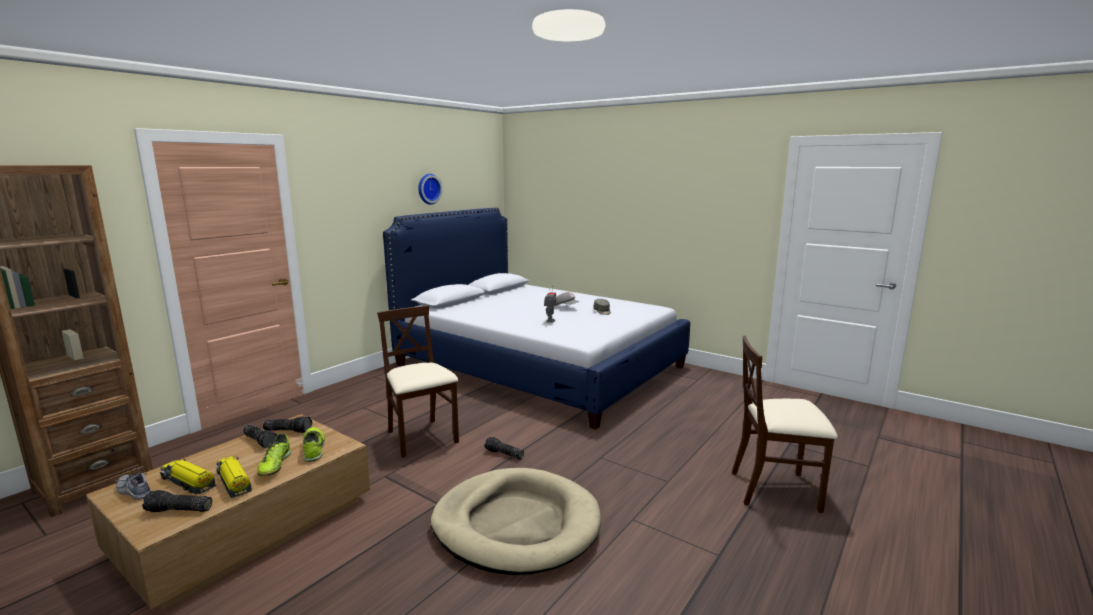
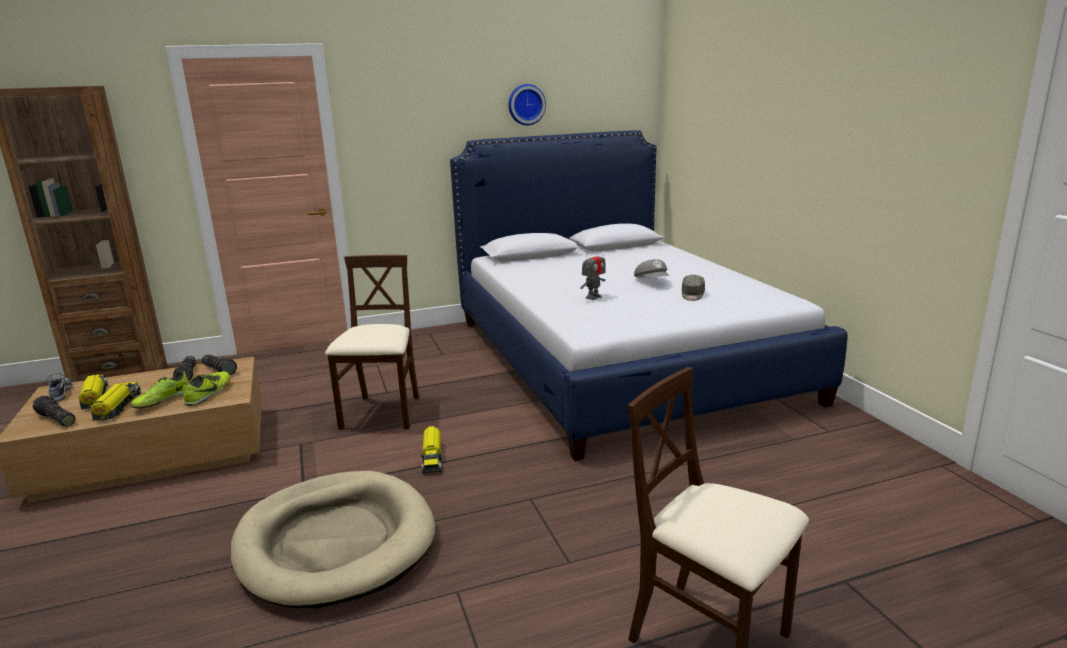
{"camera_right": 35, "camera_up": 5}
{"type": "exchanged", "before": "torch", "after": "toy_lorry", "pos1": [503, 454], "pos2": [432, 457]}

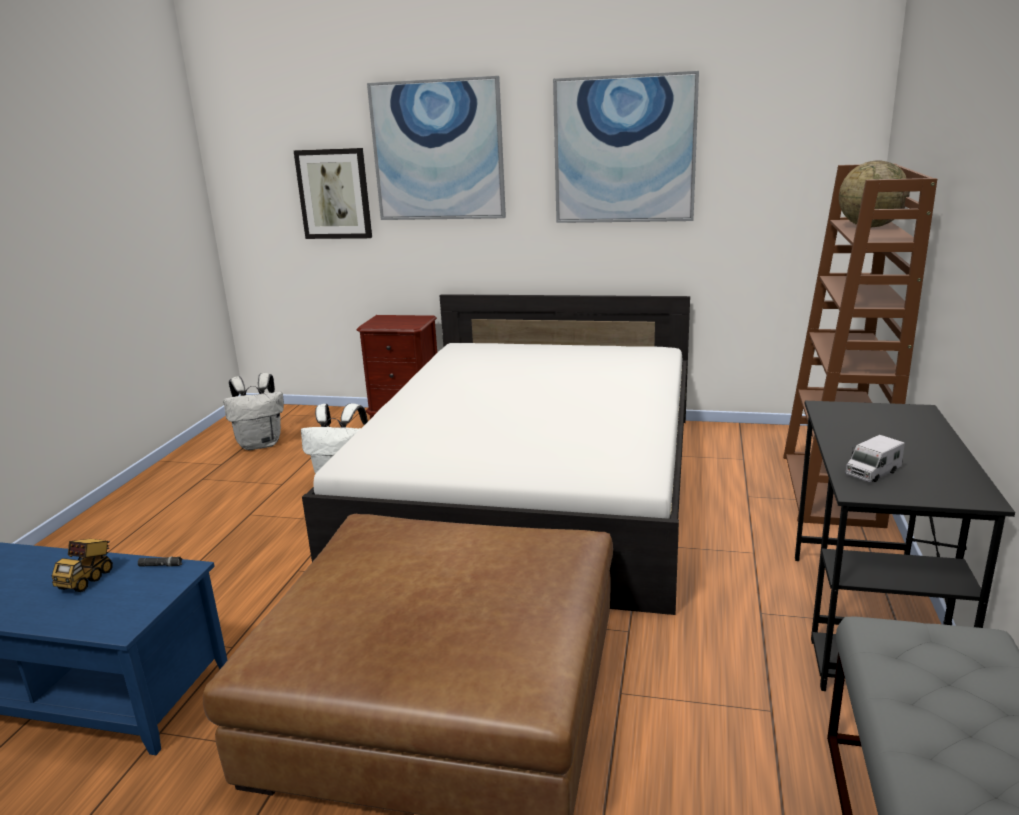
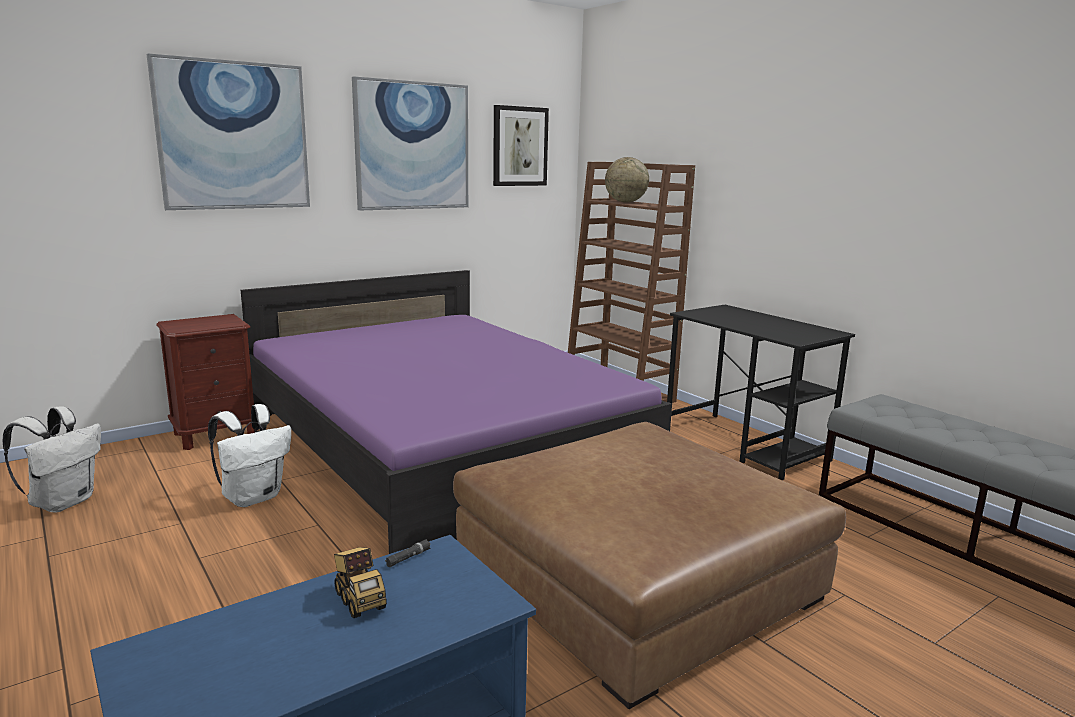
{"camera_right": -50, "camera_up": -5}
{"type": "relocated", "before": "wall_art", "pos1": [334, 194], "pos2": [519, 146]}
{"type": "colour", "before": "white_bed", "after": "purple-coloured_bed", "pos1": [532, 487], "pos2": [440, 445]}
{"type": "missing", "before": "toy_lorry", "pos1": [872, 472]}

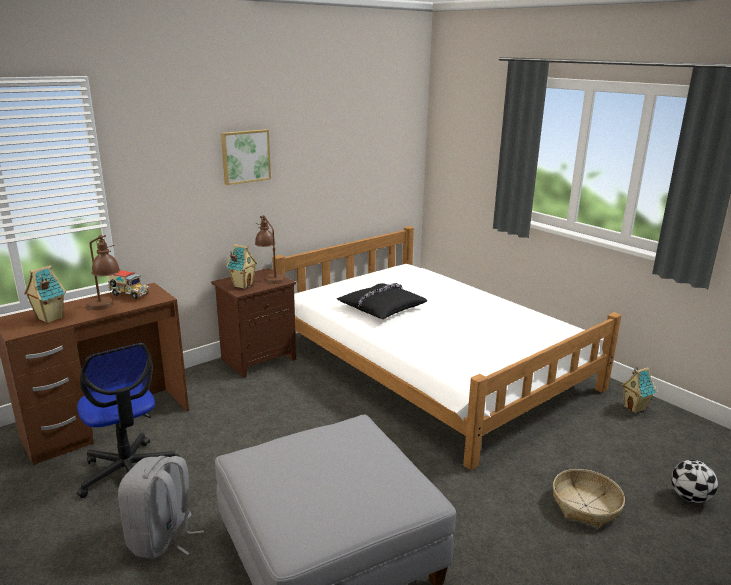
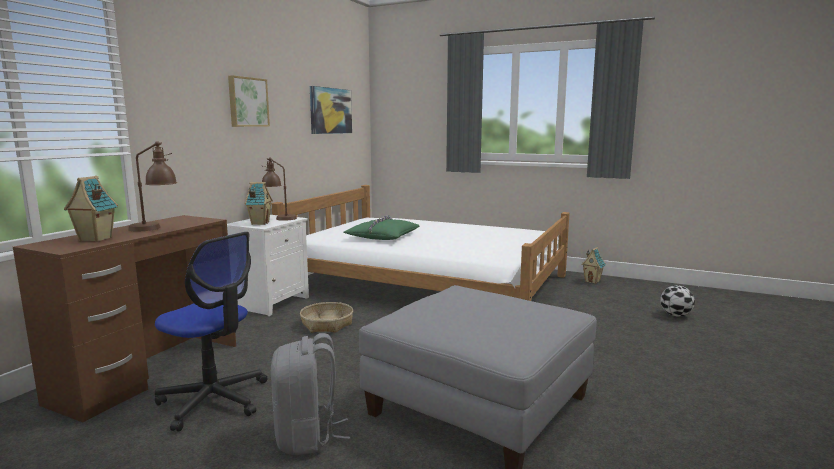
{"camera_right": -25, "camera_up": -10}
{"type": "colour", "before": "brown-coloured_nightstand", "after": "white_nightstand", "pos1": [258, 358], "pos2": [271, 302]}
{"type": "missing", "before": "toy_lorry", "pos1": [129, 295]}
{"type": "colour", "before": "black_cushion", "after": "green-coloured_cushion", "pos1": [381, 308], "pos2": [382, 236]}
{"type": "relocated", "before": "basket", "pos1": [585, 505], "pos2": [327, 324]}
{"type": "appeared", "after": "wall_art", "pos2": [330, 111]}

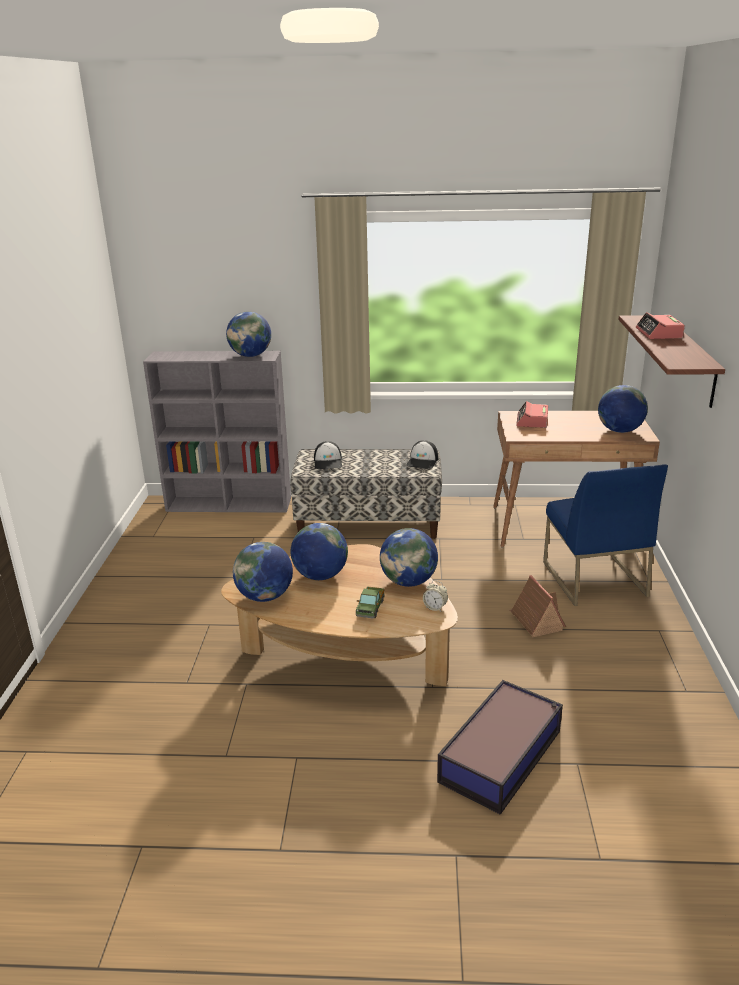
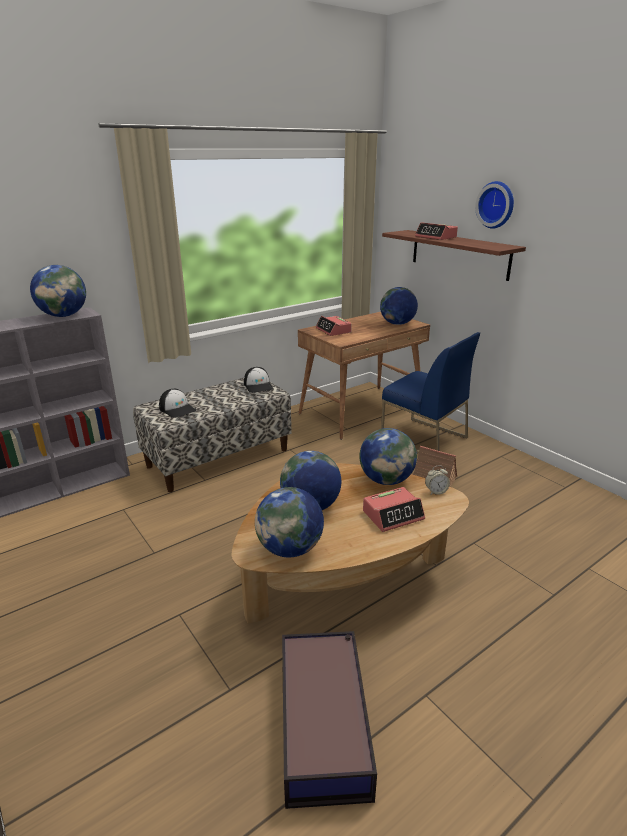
{"camera_right": -40, "camera_up": 0}
{"type": "exchanged", "before": "toy_lorry", "after": "bedside_clock", "pos1": [370, 608], "pos2": [393, 515]}
{"type": "relocated", "before": "storage_box", "pos1": [502, 755], "pos2": [324, 721]}
{"type": "appeared", "after": "hanging_clock", "pos2": [496, 205]}

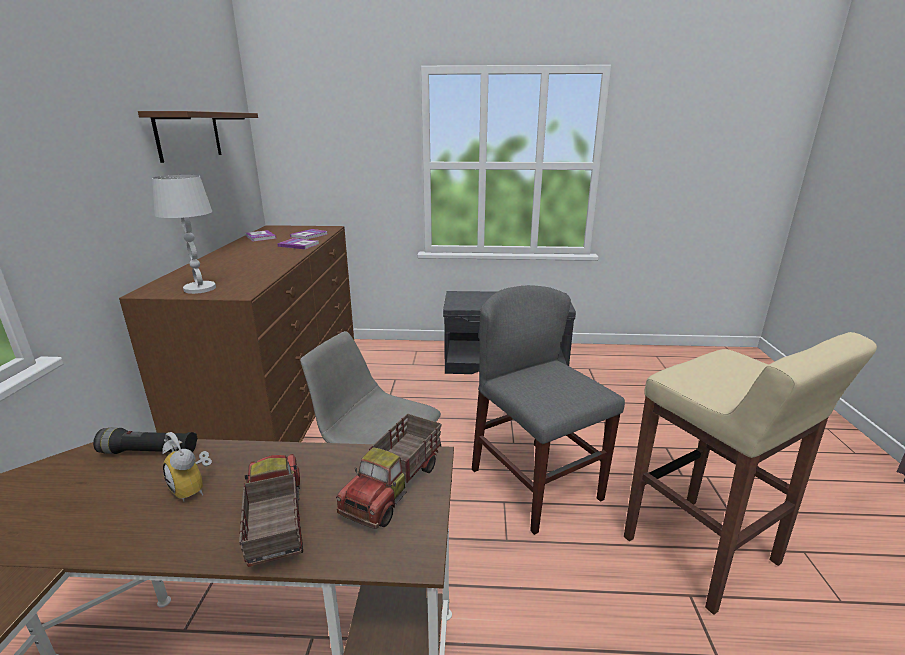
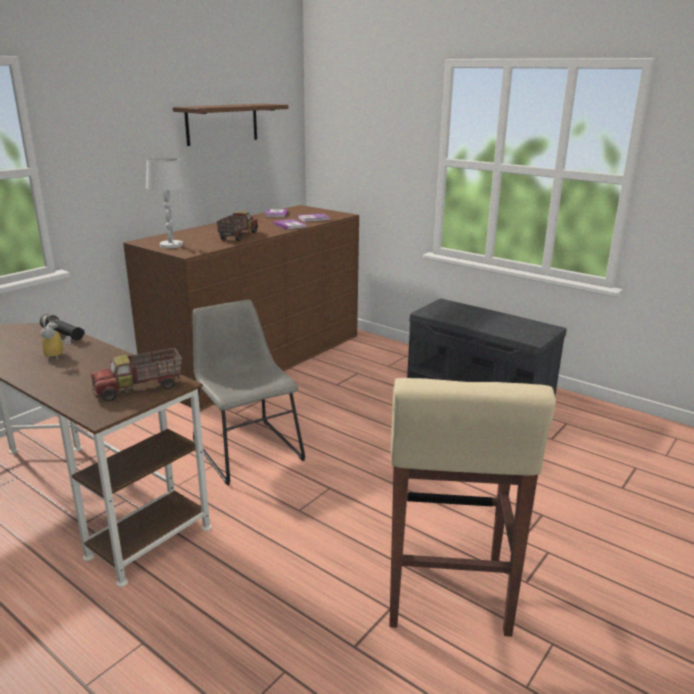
{"camera_right": 35, "camera_up": 0}
{"type": "missing", "before": "greyish_plain_chair", "pos1": [535, 484]}
{"type": "relocated", "before": "toy_lorry", "pos1": [275, 524], "pos2": [238, 236]}

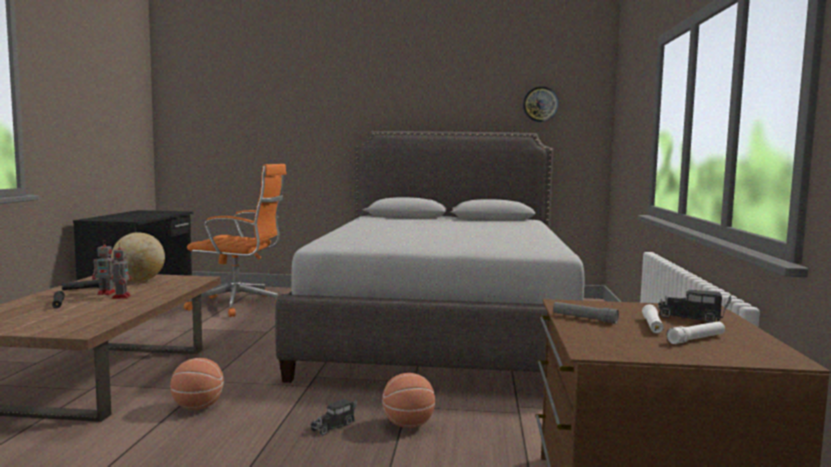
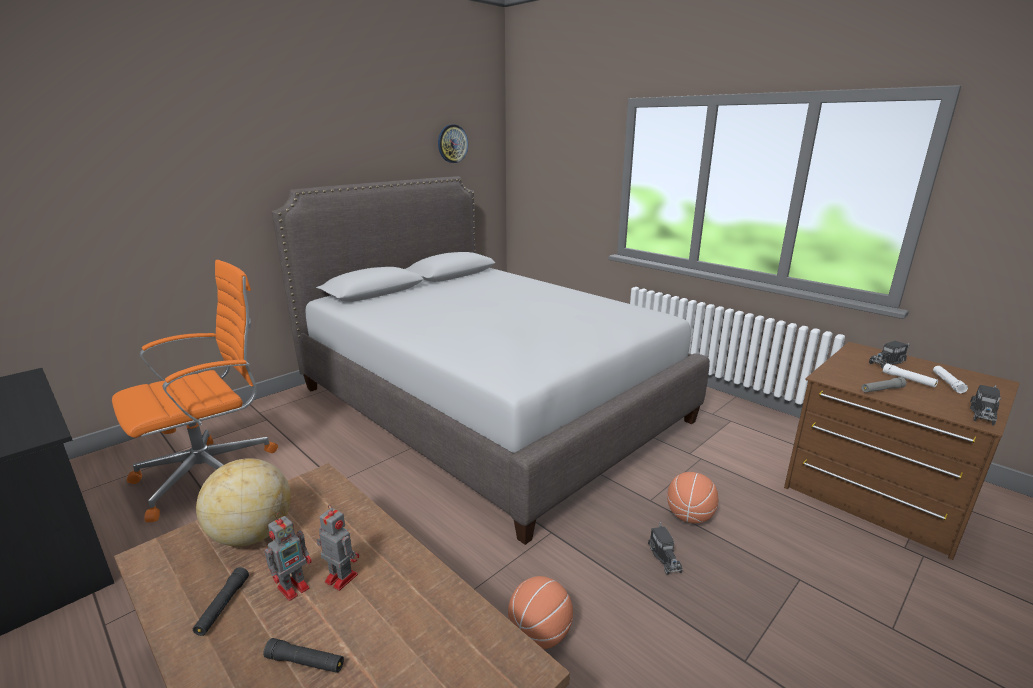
{"camera_right": -50, "camera_up": 15}
{"type": "appeared", "after": "toy_lorry", "pos2": [982, 413]}

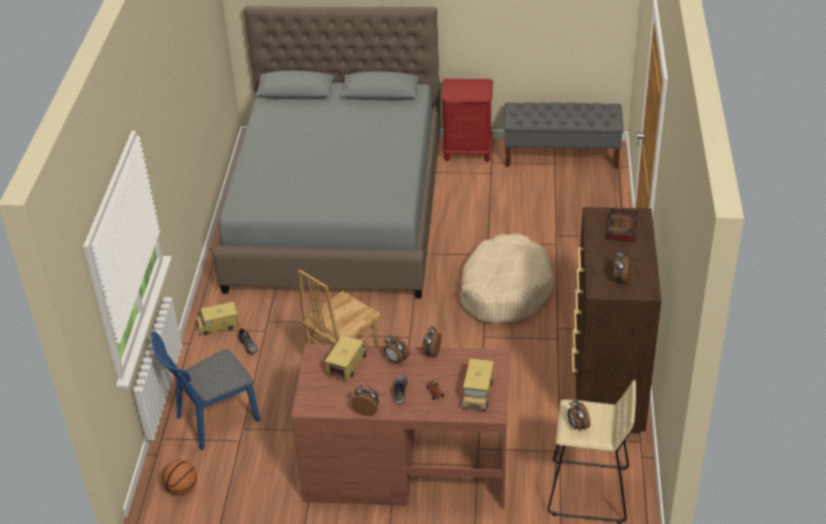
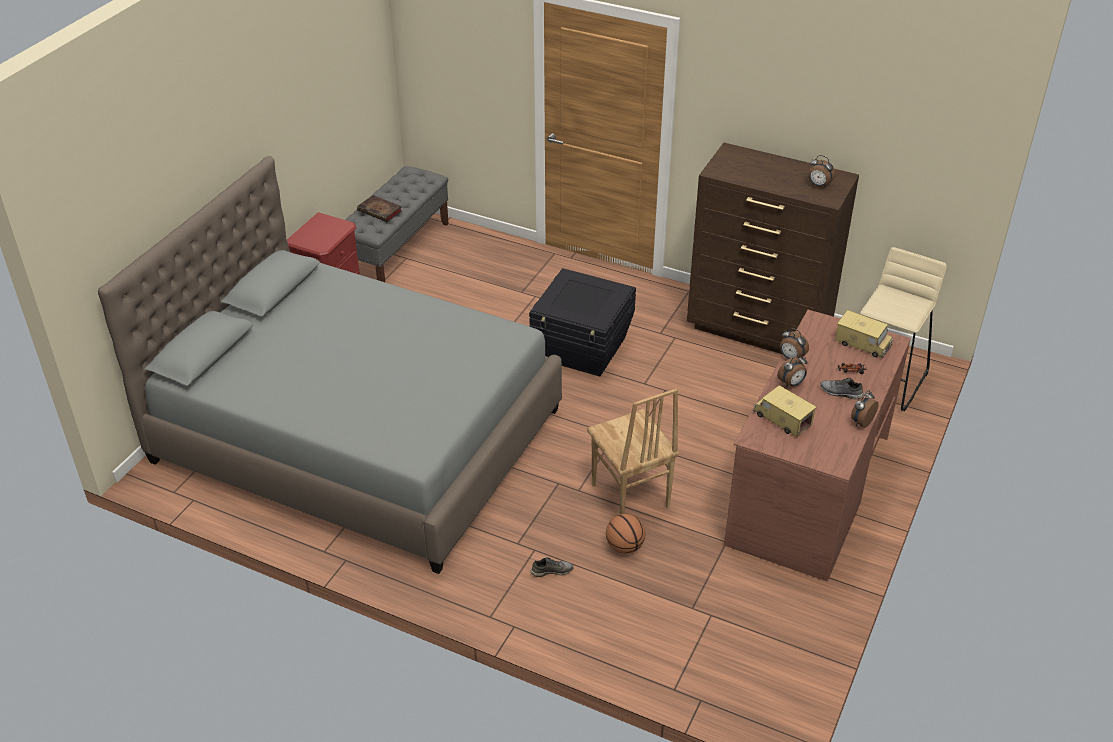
{"camera_right": -70, "camera_up": 0}
{"type": "relocated", "before": "book", "pos1": [622, 228], "pos2": [381, 211]}
{"type": "exchanged", "before": "beige_pet_bed", "after": "black_storage_box", "pos1": [505, 290], "pos2": [582, 349]}
{"type": "missing", "before": "toy_lorry", "pos1": [218, 325]}
{"type": "missing", "before": "blue-coloured_plain_chair", "pos1": [212, 421]}
{"type": "missing", "before": "bedside_clock", "pos1": [577, 426]}
{"type": "relocated", "before": "ball_for_basketball", "pos1": [182, 488], "pos2": [624, 547]}

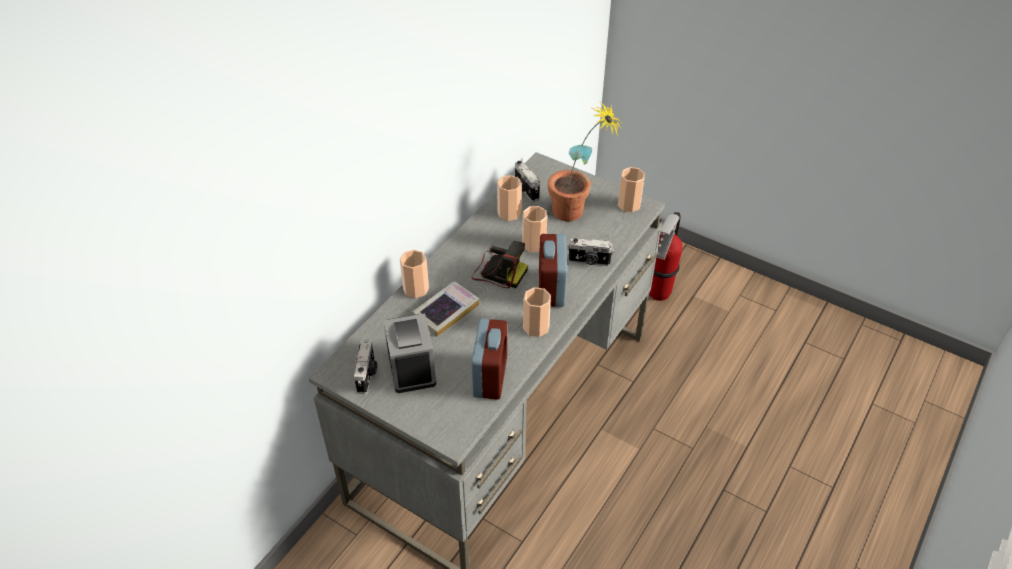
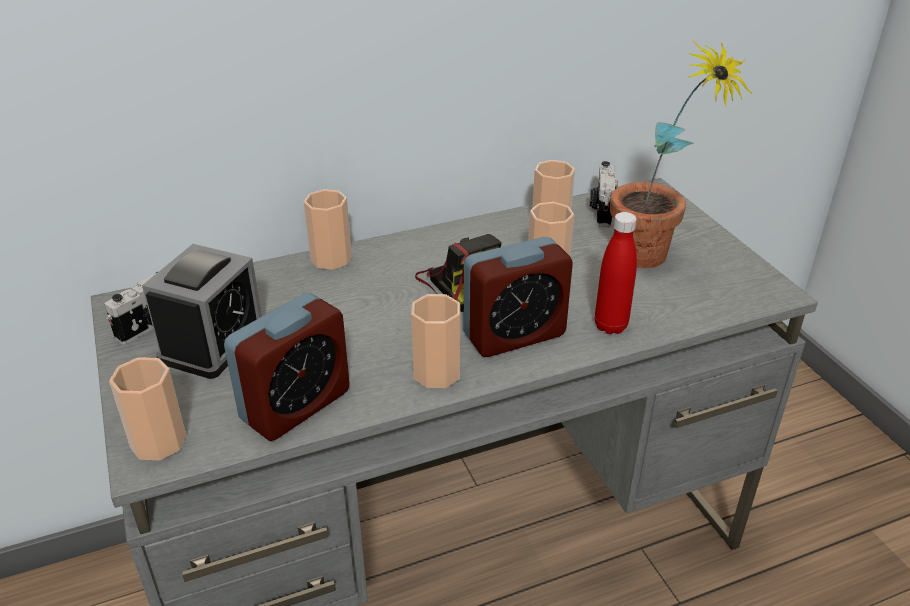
{"camera_right": 35, "camera_up": -10}
{"type": "relocated", "before": "drinking_cup", "pos1": [629, 204], "pos2": [158, 442]}
{"type": "missing", "before": "fire_extinguisher", "pos1": [659, 293]}
{"type": "spun", "before": "bedside_clock", "pos1": [551, 288], "pos2": [514, 335], "turn": -150}
{"type": "exchanged", "before": "photo_camera", "after": "red-coloured_beverage_bottle", "pos1": [589, 261], "pos2": [610, 326]}
{"type": "missing", "before": "book", "pos1": [446, 311]}

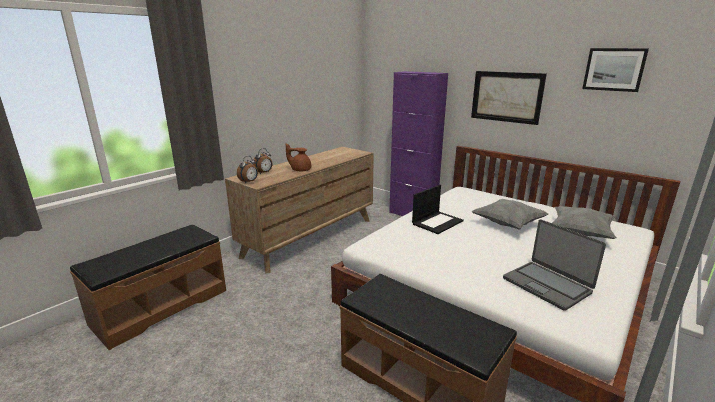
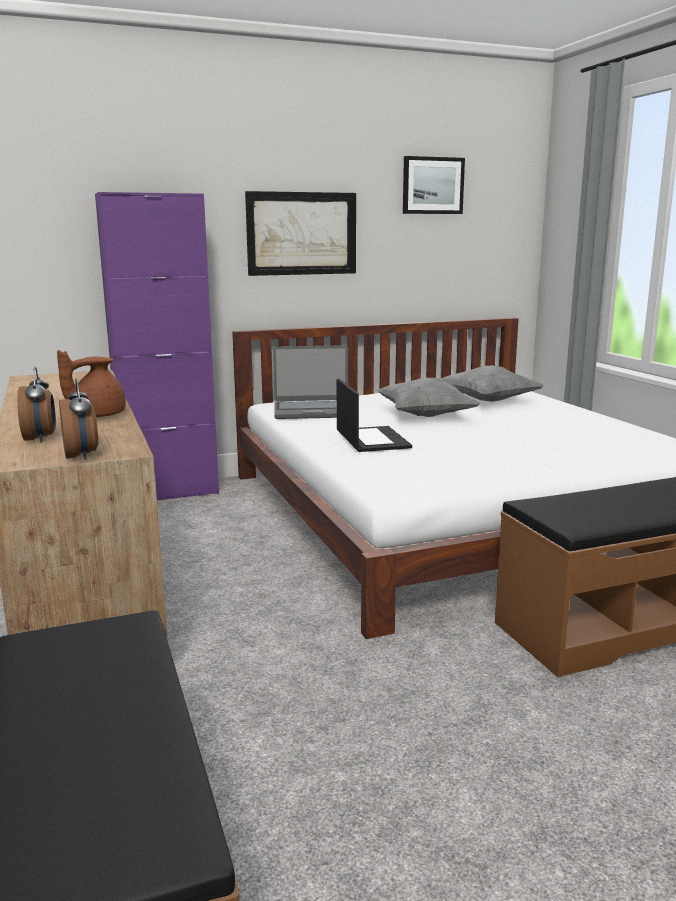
{"camera_right": -60, "camera_up": -5}
{"type": "relocated", "before": "portable_computer", "pos1": [547, 285], "pos2": [312, 411]}

